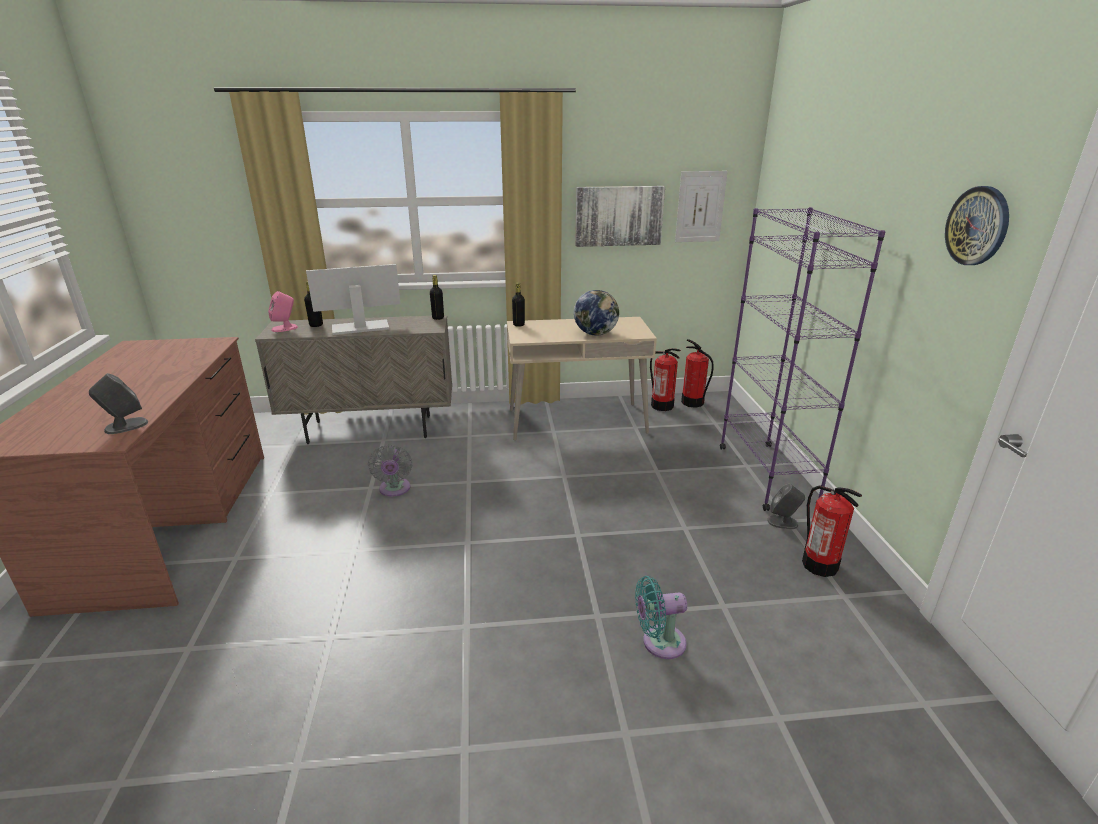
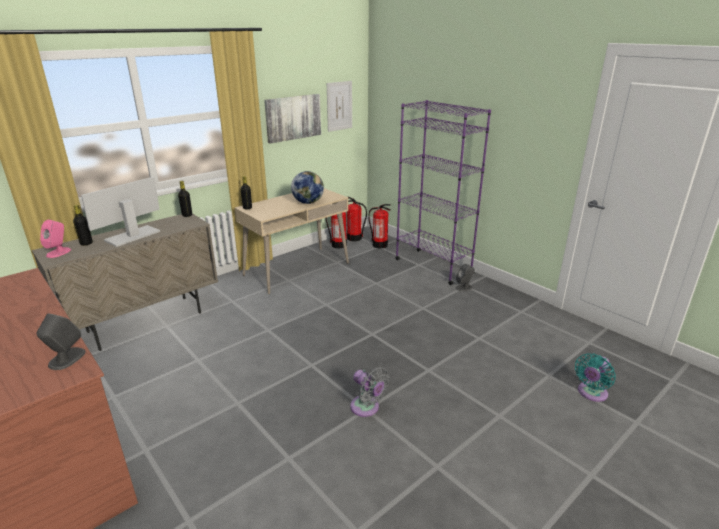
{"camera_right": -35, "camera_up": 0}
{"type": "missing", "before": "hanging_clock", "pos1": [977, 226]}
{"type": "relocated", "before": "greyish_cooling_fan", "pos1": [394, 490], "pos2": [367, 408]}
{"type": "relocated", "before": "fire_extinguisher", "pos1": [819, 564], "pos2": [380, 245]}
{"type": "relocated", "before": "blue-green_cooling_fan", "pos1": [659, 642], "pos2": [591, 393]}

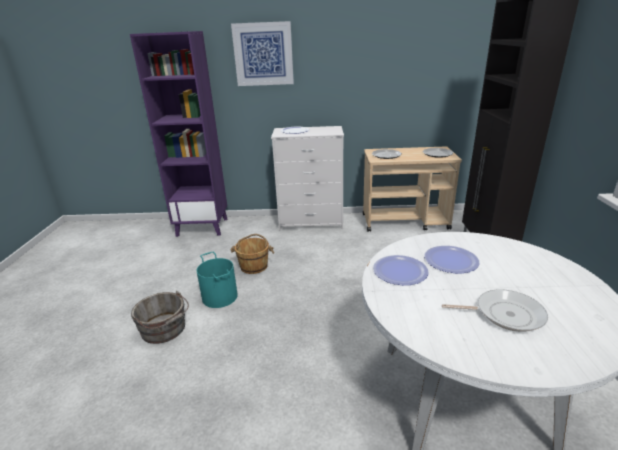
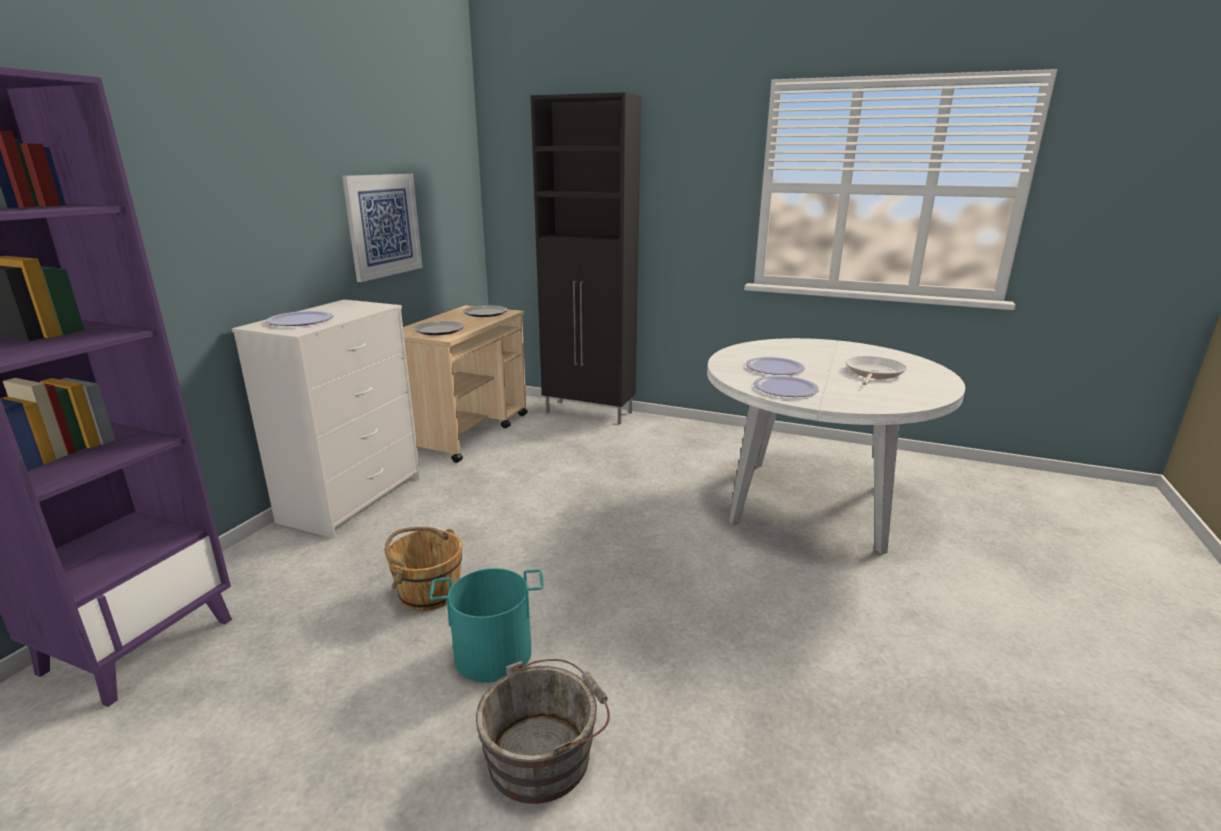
{"camera_right": -70, "camera_up": -5}
{"type": "relocated", "before": "wall_art", "pos1": [263, 54], "pos2": [384, 225]}

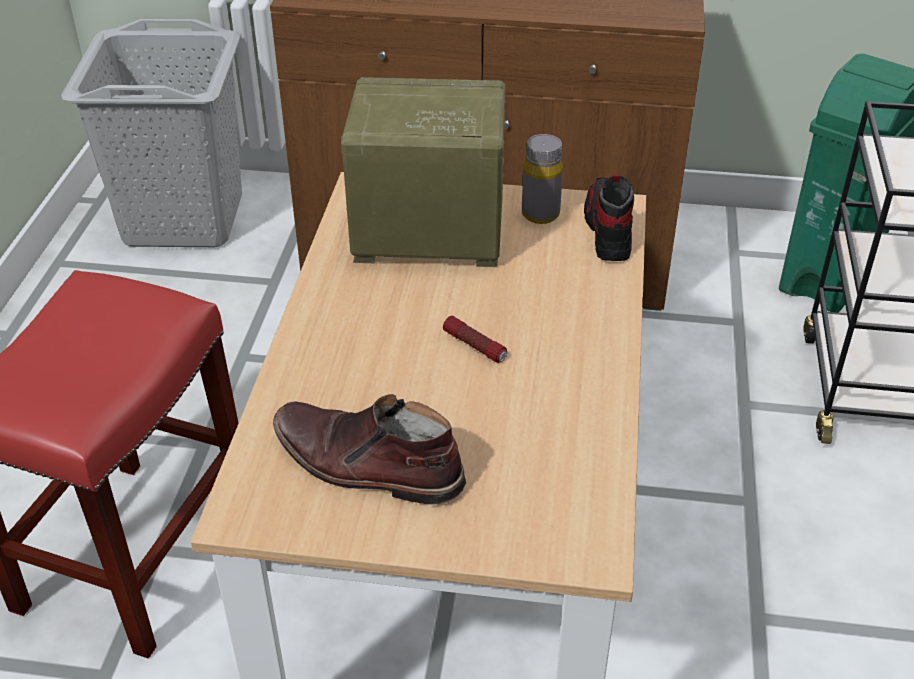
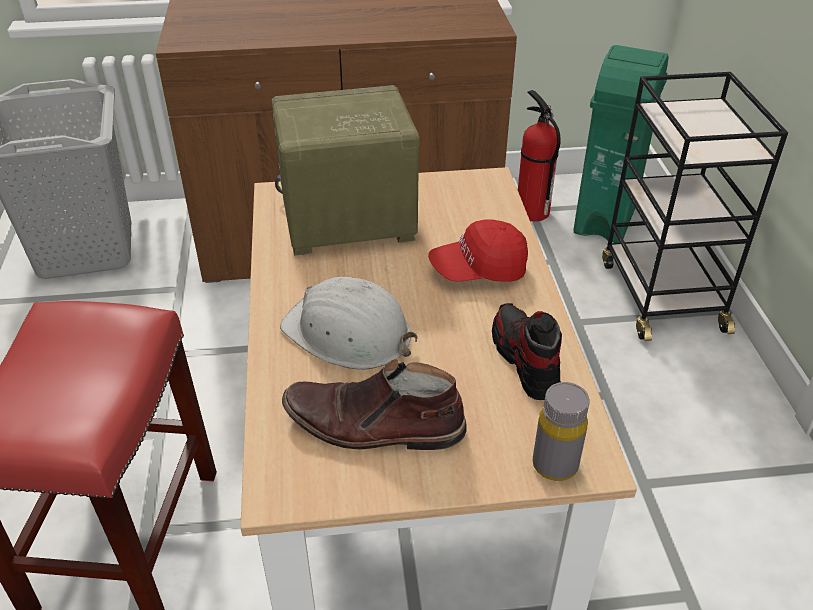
{"camera_right": -15, "camera_up": 0}
{"type": "relocated", "before": "greyish_beverage_bottle", "pos1": [540, 214], "pos2": [555, 465]}
{"type": "relocated", "before": "low_shoe", "pos1": [607, 230], "pos2": [525, 360]}
{"type": "missing", "before": "torch", "pos1": [475, 346]}
{"type": "appeared", "after": "fire_extinguisher", "pos2": [531, 211]}
{"type": "appeared", "after": "red-coloured_peaked_cap", "pos2": [478, 270]}
{"type": "appeared", "after": "white_hard_hat", "pos2": [348, 334]}

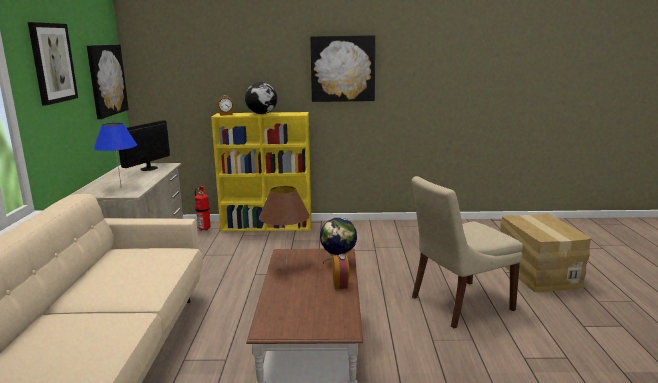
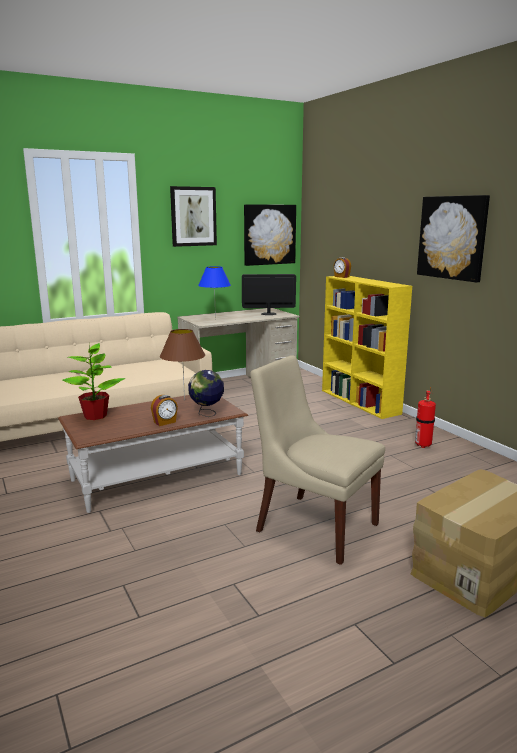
{"camera_right": 60, "camera_up": 0}
{"type": "missing", "before": "globe", "pos1": [262, 114]}
{"type": "relocated", "before": "fire_extinguisher", "pos1": [203, 229], "pos2": [423, 445]}
{"type": "appeared", "after": "plant_in_a_pot", "pos2": [95, 416]}

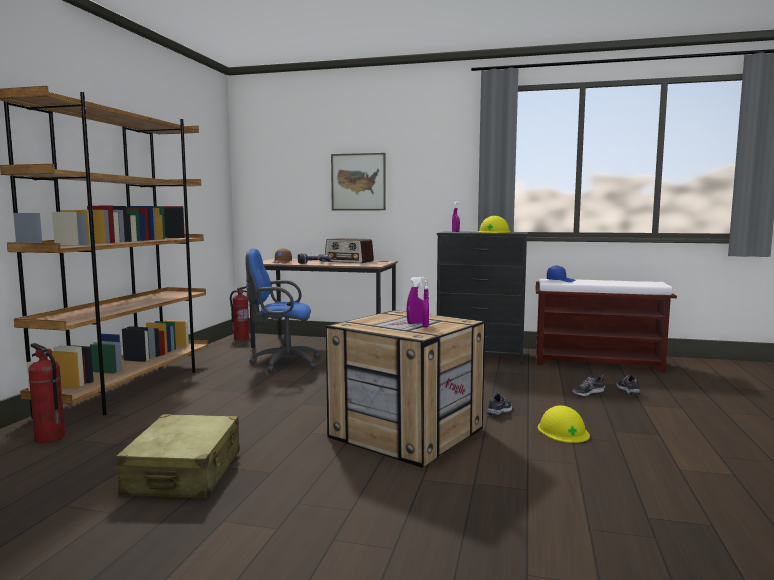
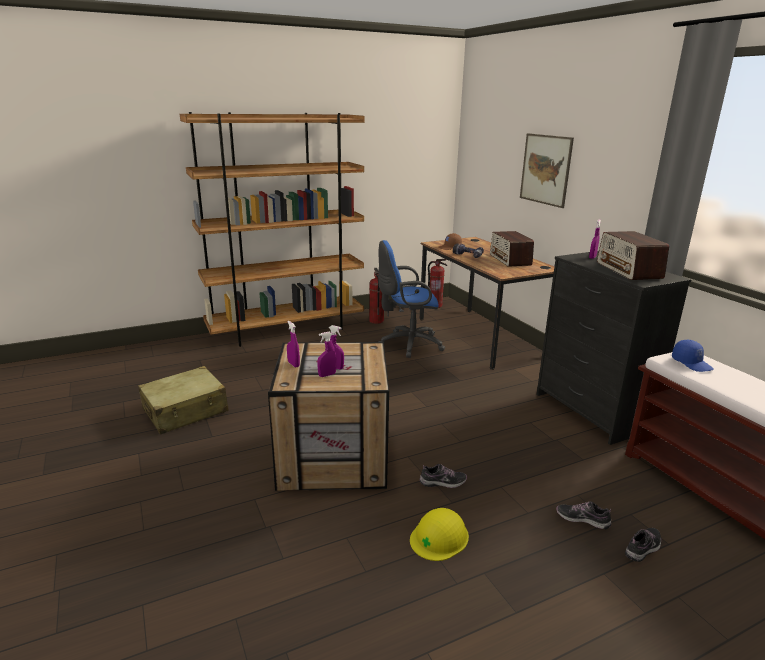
{"camera_right": 50, "camera_up": 15}
{"type": "exchanged", "before": "yellowish_hard_hat", "after": "radio", "pos1": [493, 232], "pos2": [628, 270]}
{"type": "spun", "before": "blue-coloured_desk_chair", "pos1": [282, 363], "pos2": [407, 344], "turn": -60}
{"type": "relocated", "before": "fire_extinguisher", "pos1": [49, 438], "pos2": [376, 321]}
{"type": "appeared", "after": "purple-coloured_hand_sprayer", "pos2": [293, 364]}

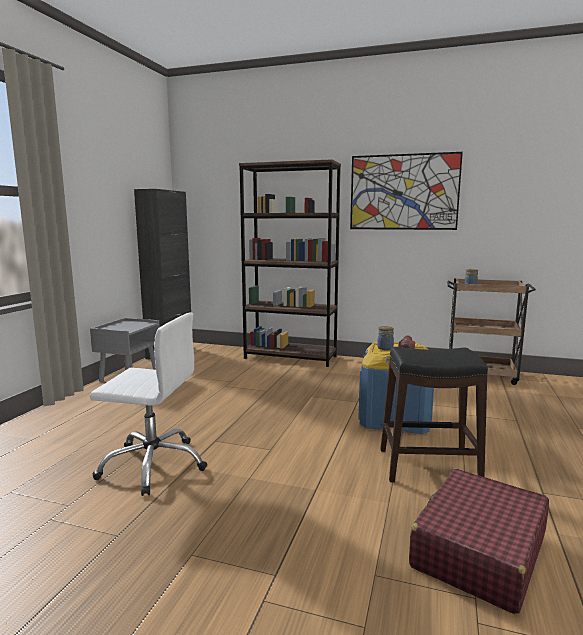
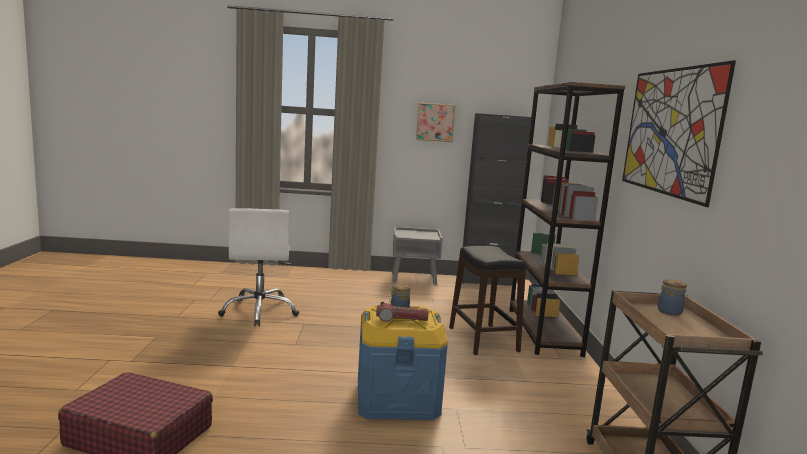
{"camera_right": 70, "camera_up": 0}
{"type": "relocated", "before": "black_stool", "pos1": [428, 465], "pos2": [483, 339]}
{"type": "appeared", "after": "wall_art", "pos2": [435, 122]}

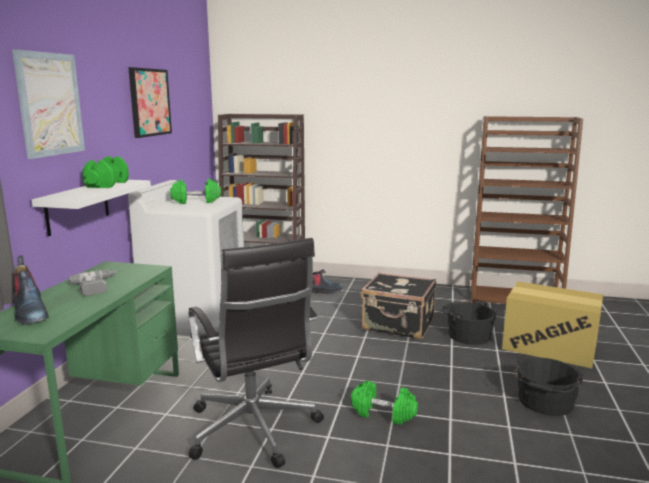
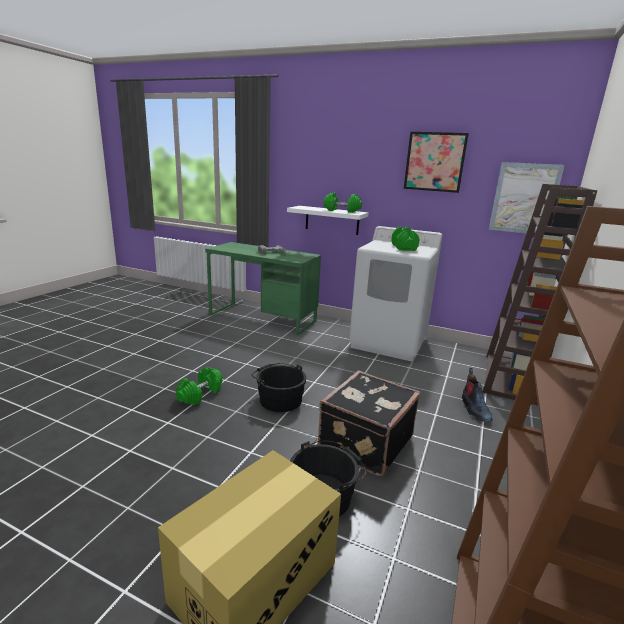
{"camera_right": 100, "camera_up": 5}
{"type": "relocated", "before": "wall_art", "pos1": [50, 104], "pos2": [524, 198]}
{"type": "missing", "before": "black_desk_chair", "pos1": [253, 430]}
{"type": "missing", "before": "boot", "pos1": [30, 313]}
{"type": "relocated", "before": "black_pail", "pos1": [544, 403], "pos2": [278, 399]}

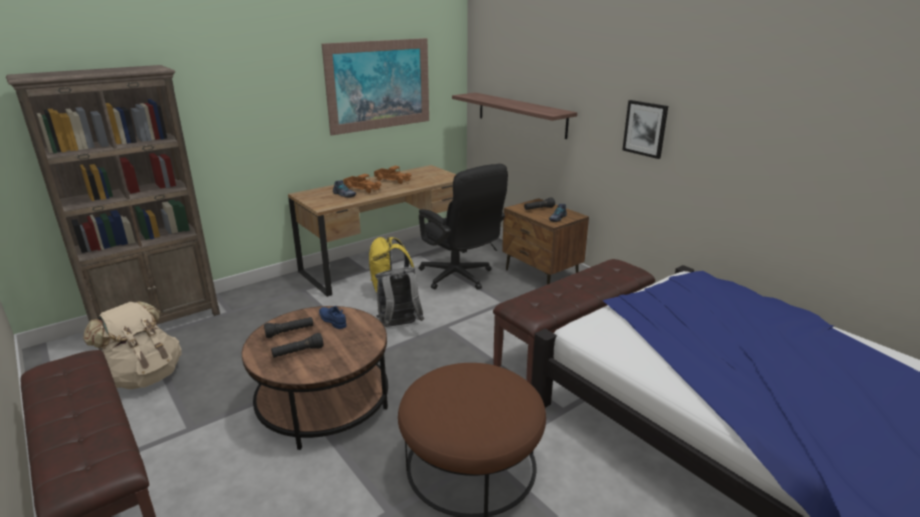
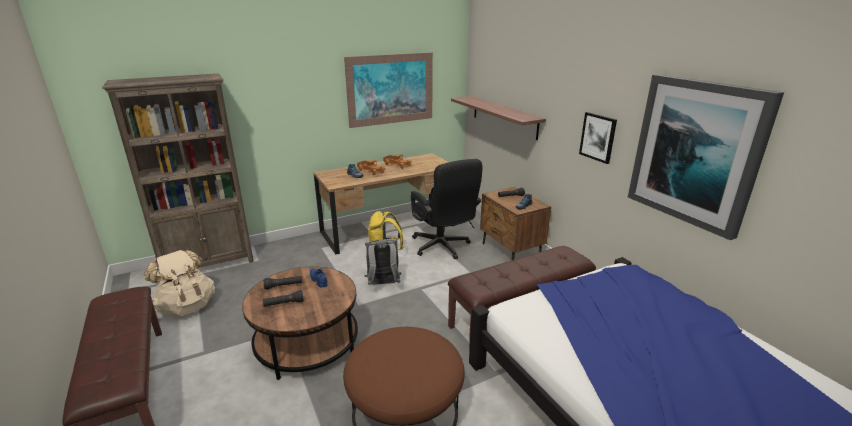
{"camera_right": 10, "camera_up": 0}
{"type": "appeared", "after": "wall_art", "pos2": [696, 152]}

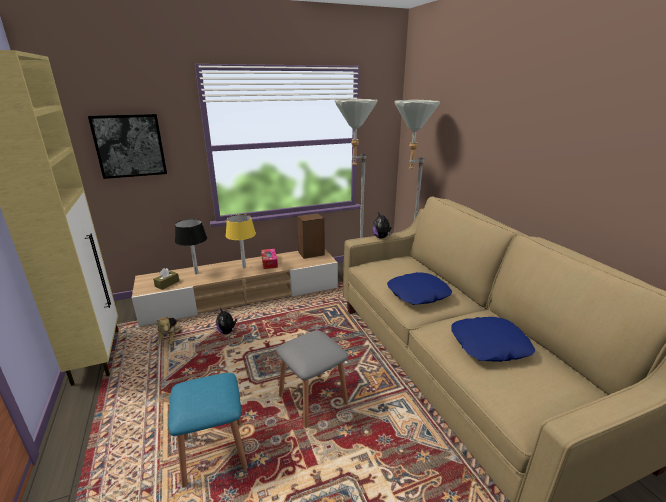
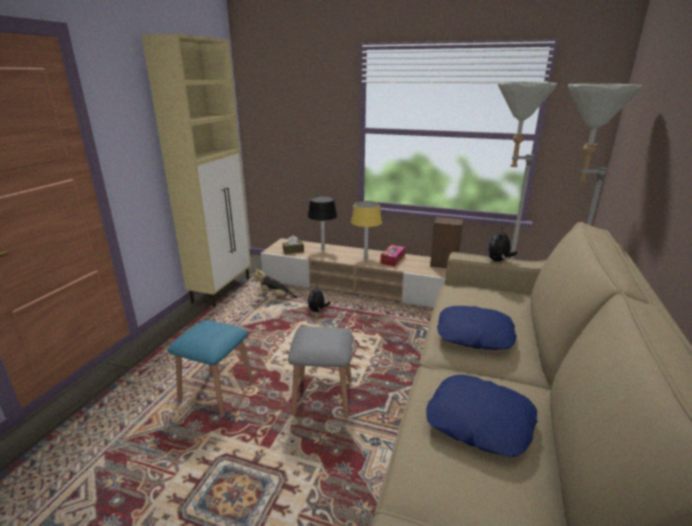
{"camera_right": 40, "camera_up": 0}
{"type": "missing", "before": "wall_art", "pos1": [130, 146]}
{"type": "spun", "before": "soft_toy", "pos1": [170, 338], "pos2": [274, 298], "turn": 60}

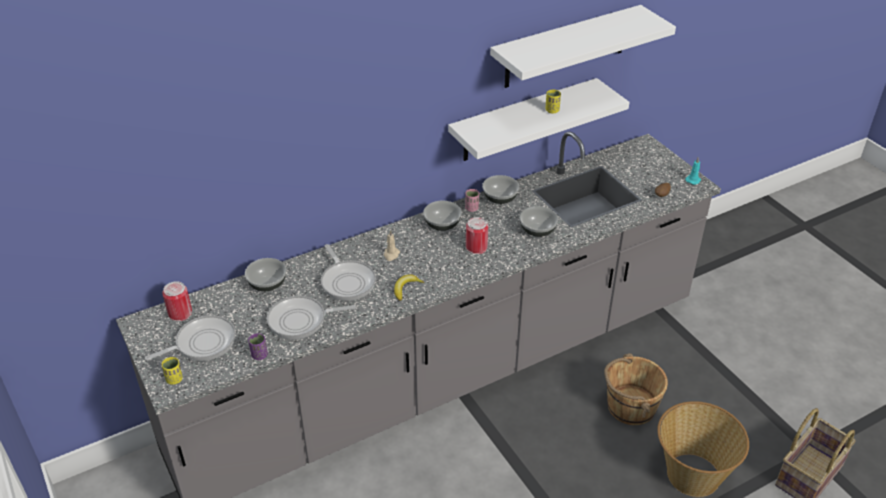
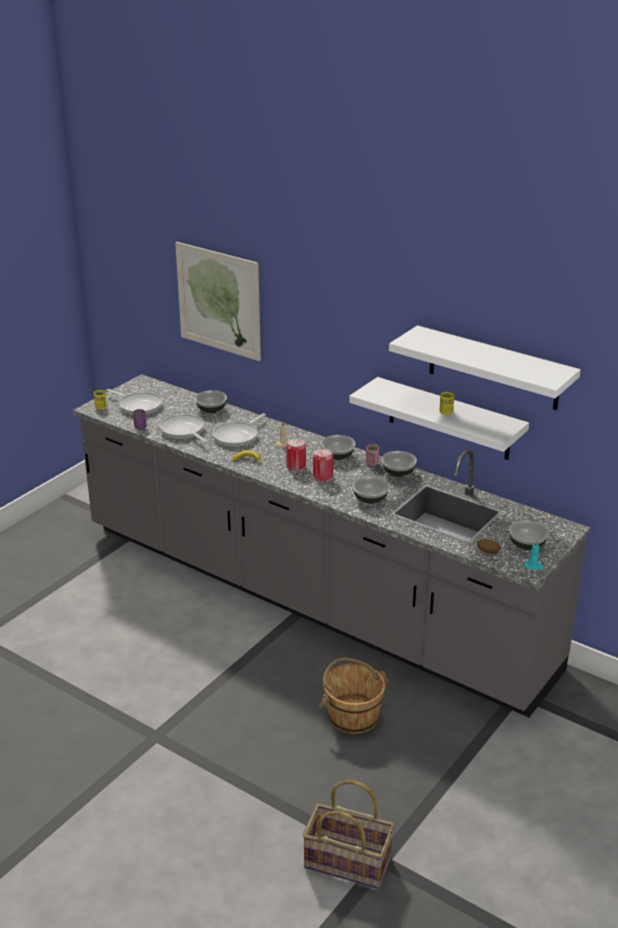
{"camera_right": 65, "camera_up": -10}
{"type": "relocated", "before": "can", "pos1": [180, 313], "pos2": [296, 466]}
{"type": "missing", "before": "basket", "pos1": [692, 474]}
{"type": "appeared", "after": "wall_art", "pos2": [218, 301]}
{"type": "appeared", "after": "deep_dish", "pos2": [527, 545]}

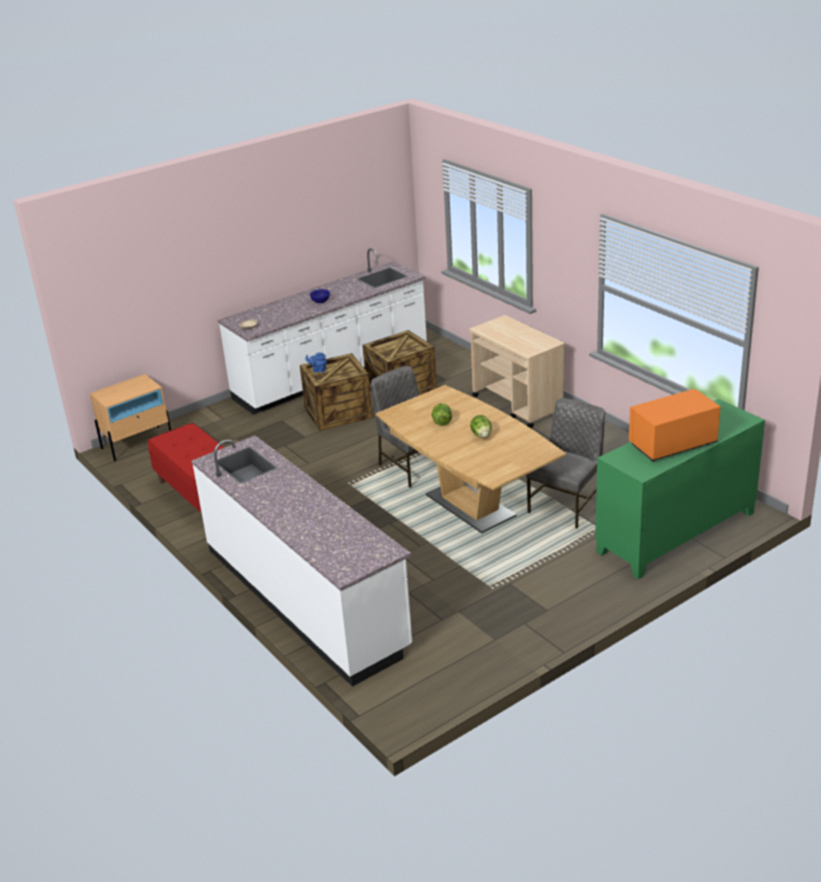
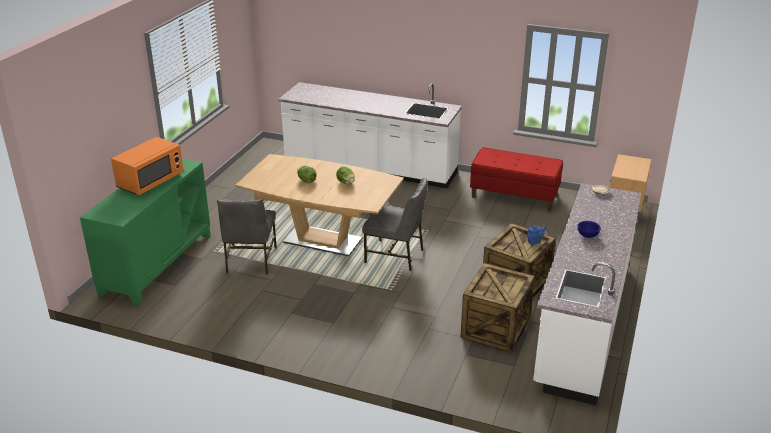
{"camera_right": 145, "camera_up": 0}
{"type": "missing", "before": "beige_wheeled_cart", "pos1": [518, 405]}

